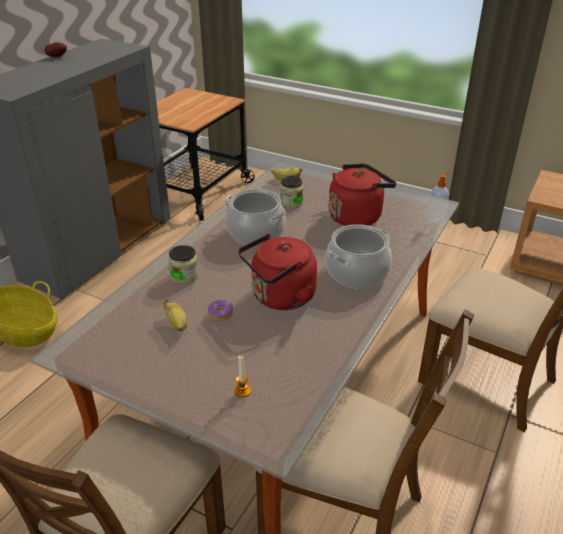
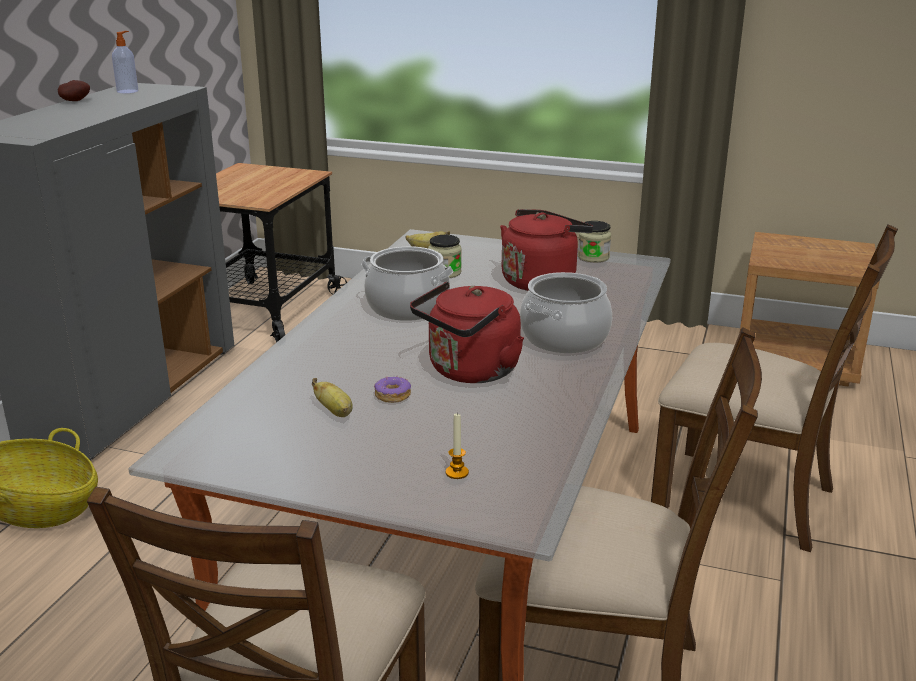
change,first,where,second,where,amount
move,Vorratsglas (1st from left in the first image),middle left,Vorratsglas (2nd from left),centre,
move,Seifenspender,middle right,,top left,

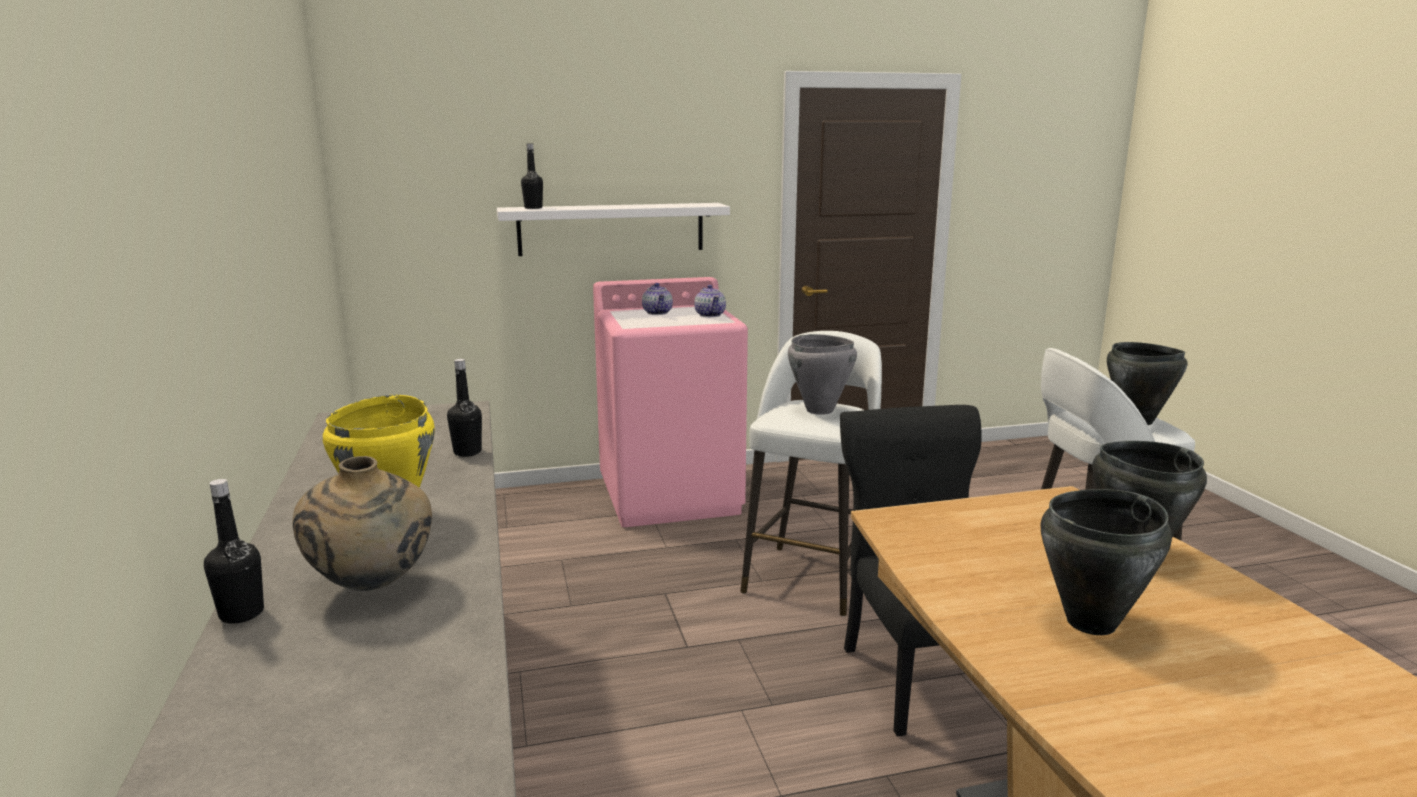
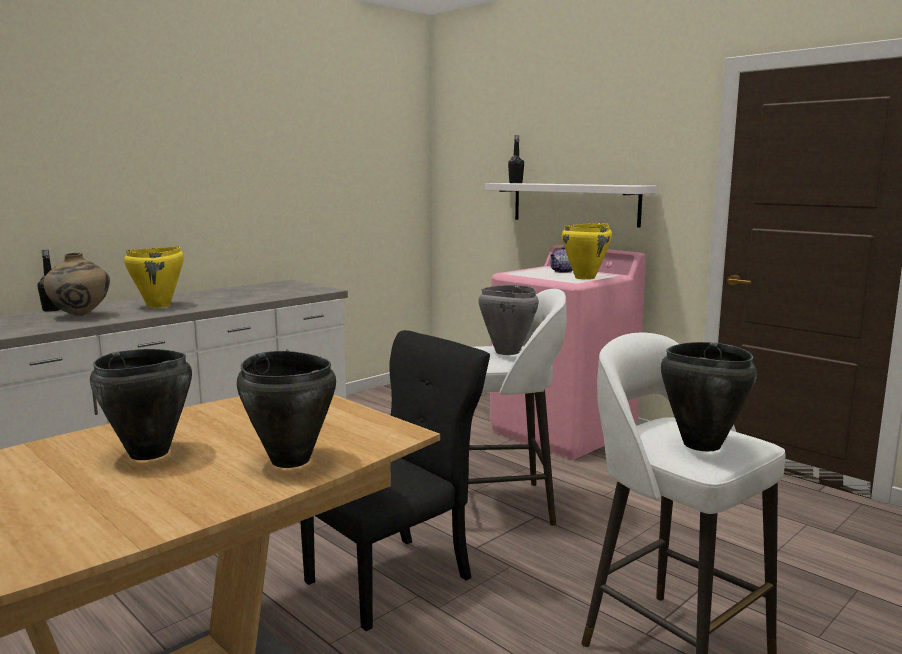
change,first,where,second,where,amount
delete,Flasche/schwarz (2nd from left),middle left,,,
replace,Teekanne (2nd from left),centre,Kochtopf/gelb (2nd from left),centre,

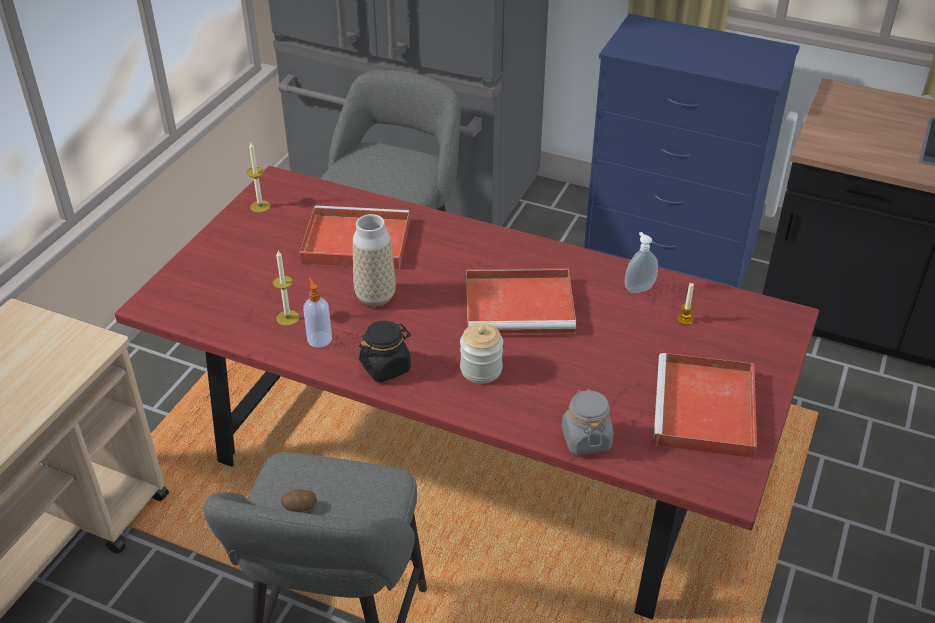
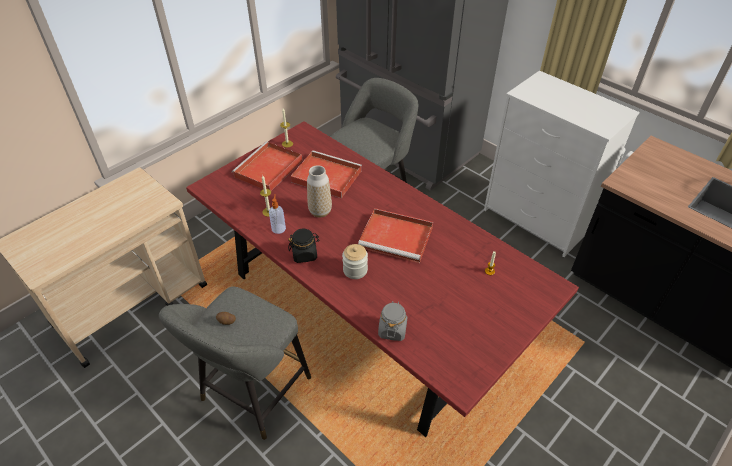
change,first,where,second,where,amount
delete,Seifenspender (2nd from left),middle right,,,
move,Tablett/rot (3rd from left in the first image),middle right,Tablett/rot (1st from left),centre,
recolor,Kommode/blau,top right,Kommode/weiß,middle right,

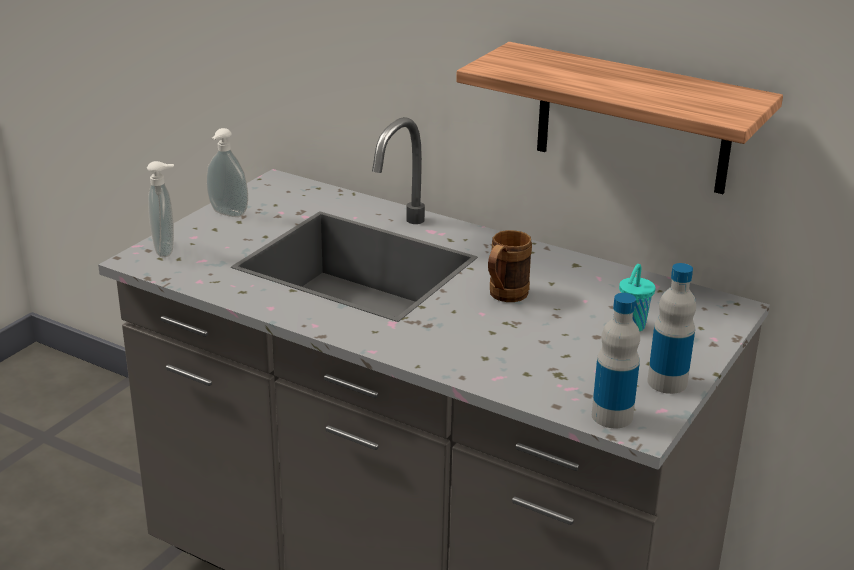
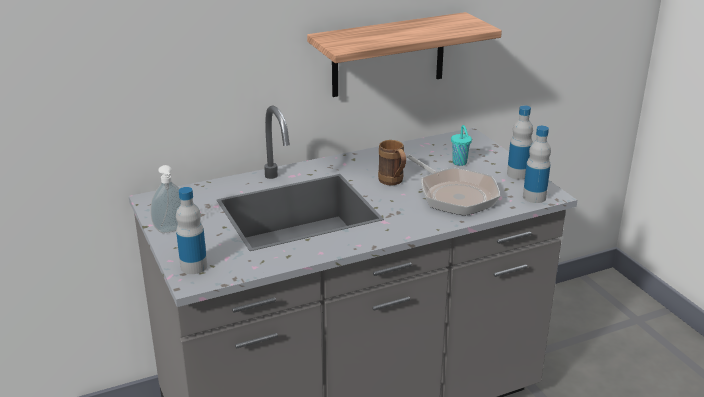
change,first,where,second,where,amount
insert,,,Pfanne,centre,
replace,Seifenspender (1st from left),middle left,Flasche (1st from left),middle left,

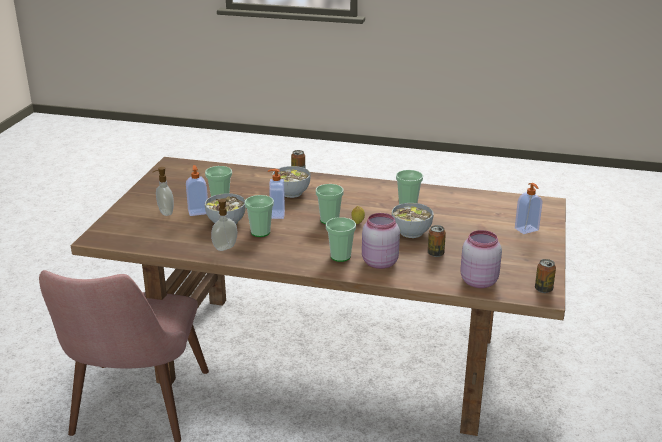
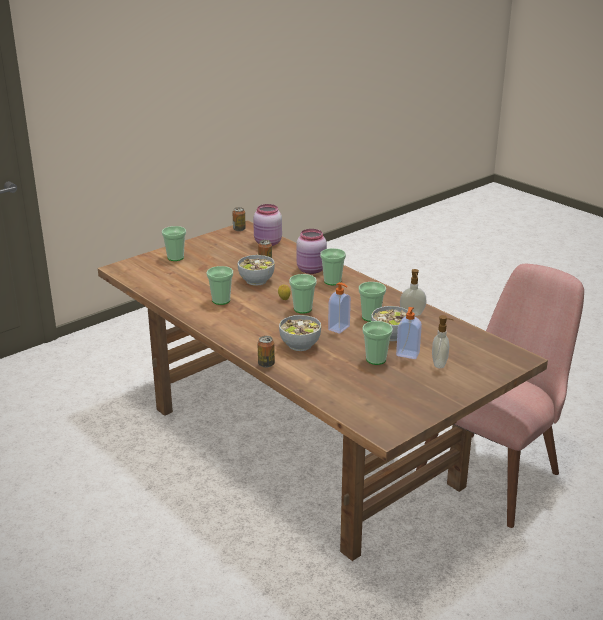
change,first,where,second,where,amount
replace,Seifenspender (5th from left),middle right,Tasse (1st from left),middle left,

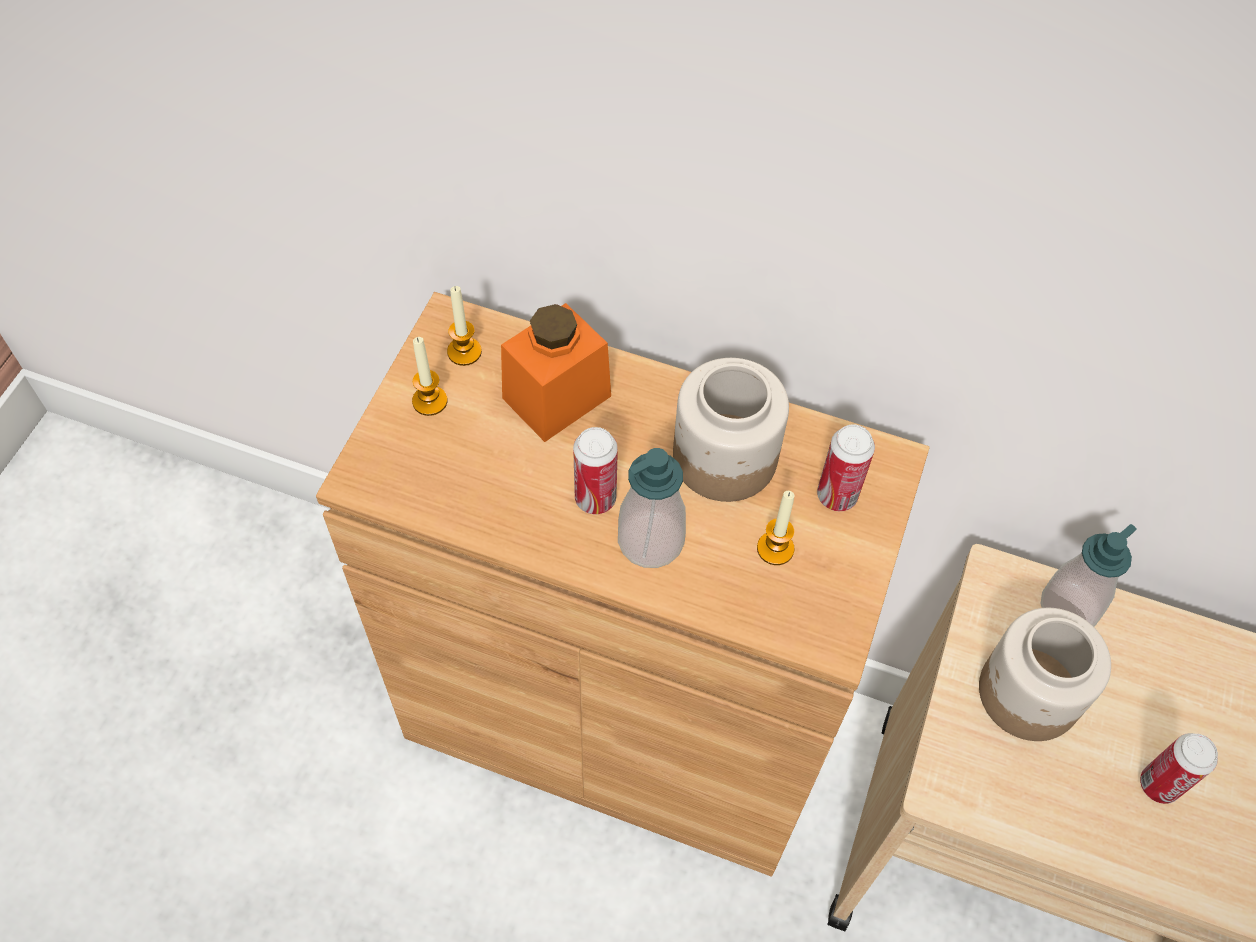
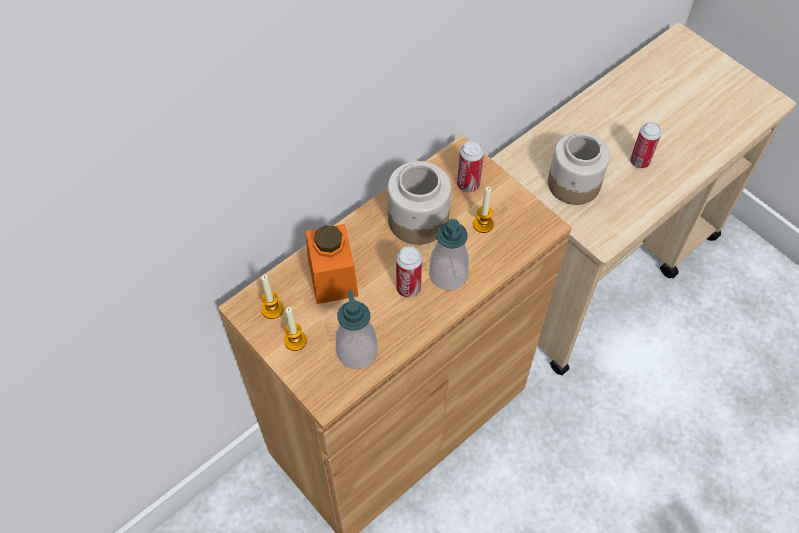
change,first,where,second,where,amount
move,Seifenspender (2nd from left in the first image),middle right,Seifenspender (1st from left),centre,

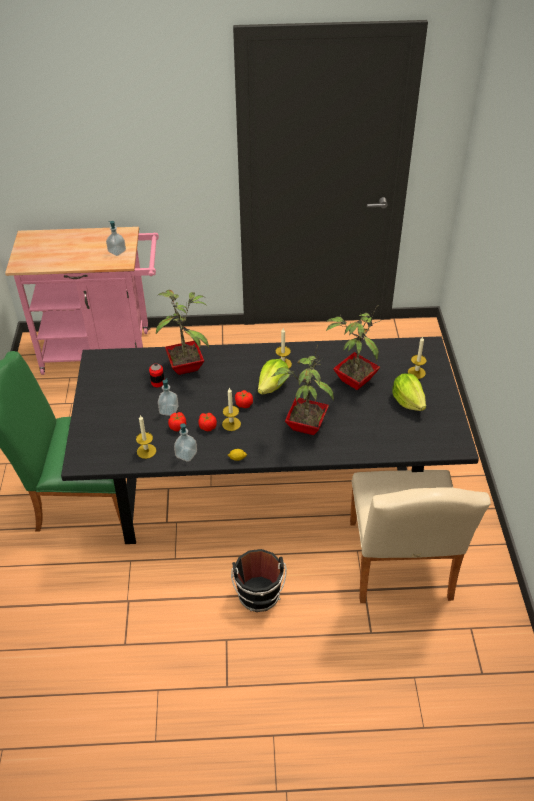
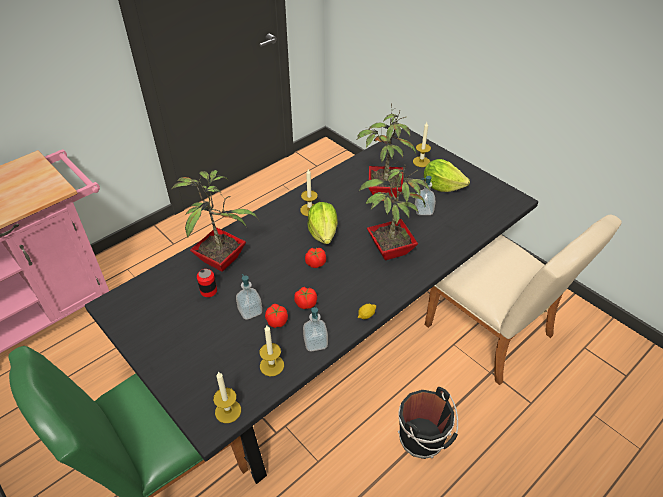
change,first,where,second,where,amount
move,Seifenspender (1st from left in the first image),top left,Seifenspender (3rd from left),centre,
move,Kerze (2nd from left in the first image),centre,Kerze (1st from left),bottom centre,

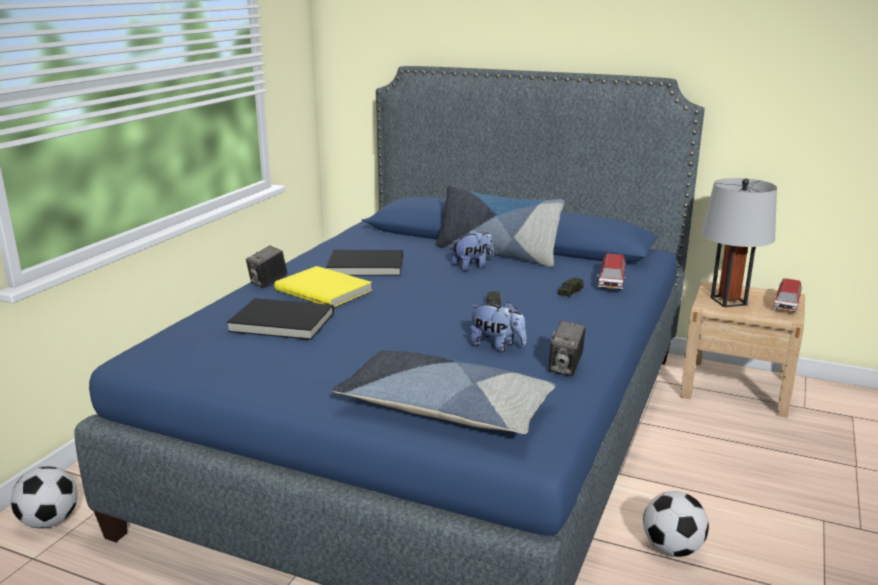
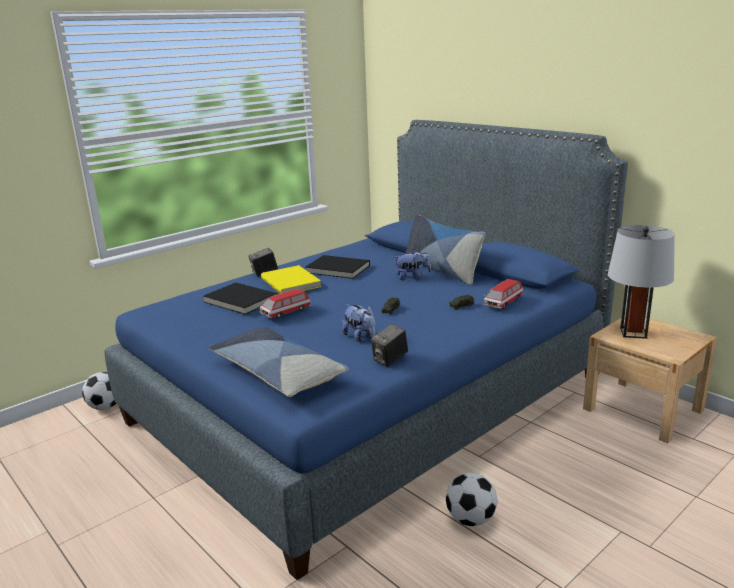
change,first,where,second,where,amount
move,Spielzeugauto (4th from left in the first image),middle right,Spielzeugauto (1st from left),centre,

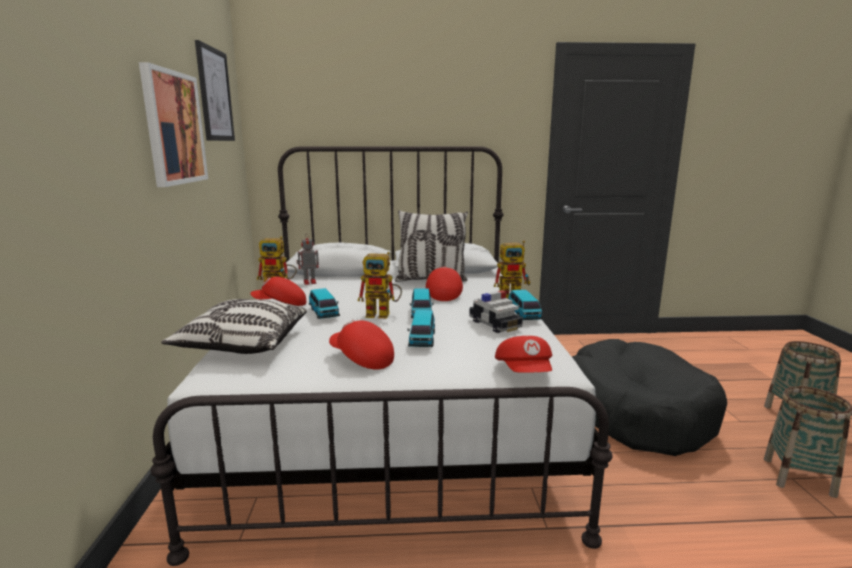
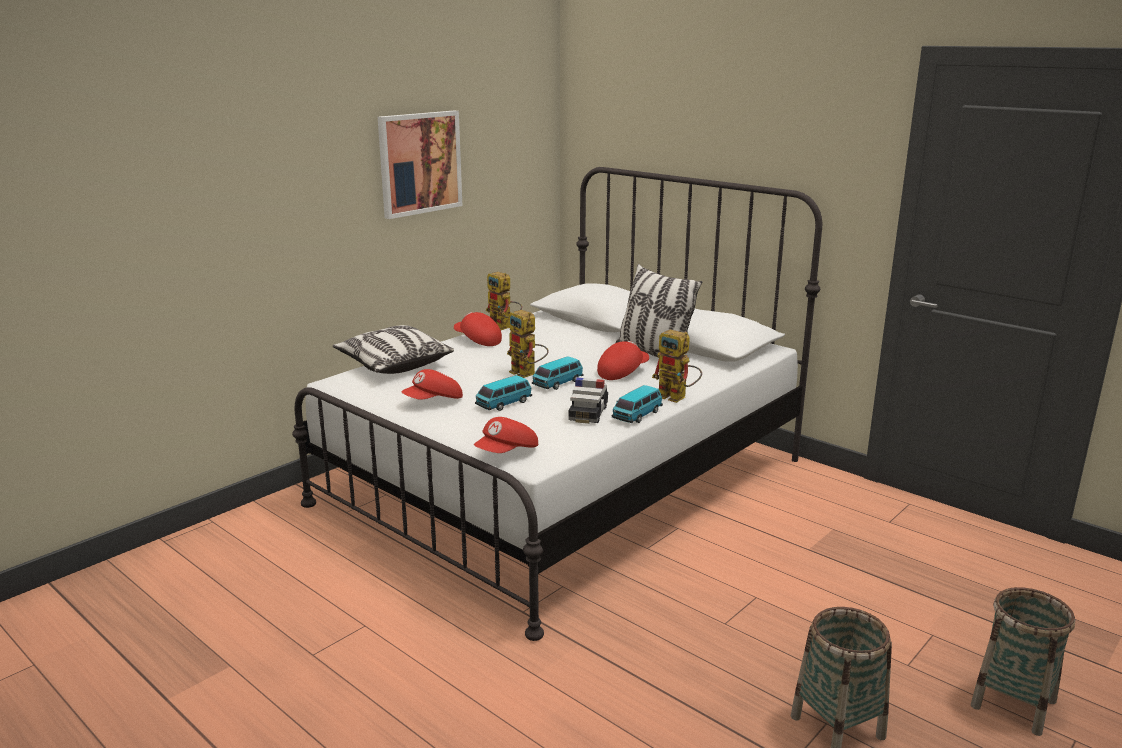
change,first,where,second,where,amount
delete,Bild (2nd from left),top left,,,
delete,Spielzeugroboter (2nd from left),centre,,,
delete,Spielzeugauto (1st from left),centre,,,
delete,Hundebett/schwarz,bottom right,,,
rotate,Kappe/rot (2nd from left in the first image),centre,Kappe/rot (1st from left),centre,120 degrees counterclockwise

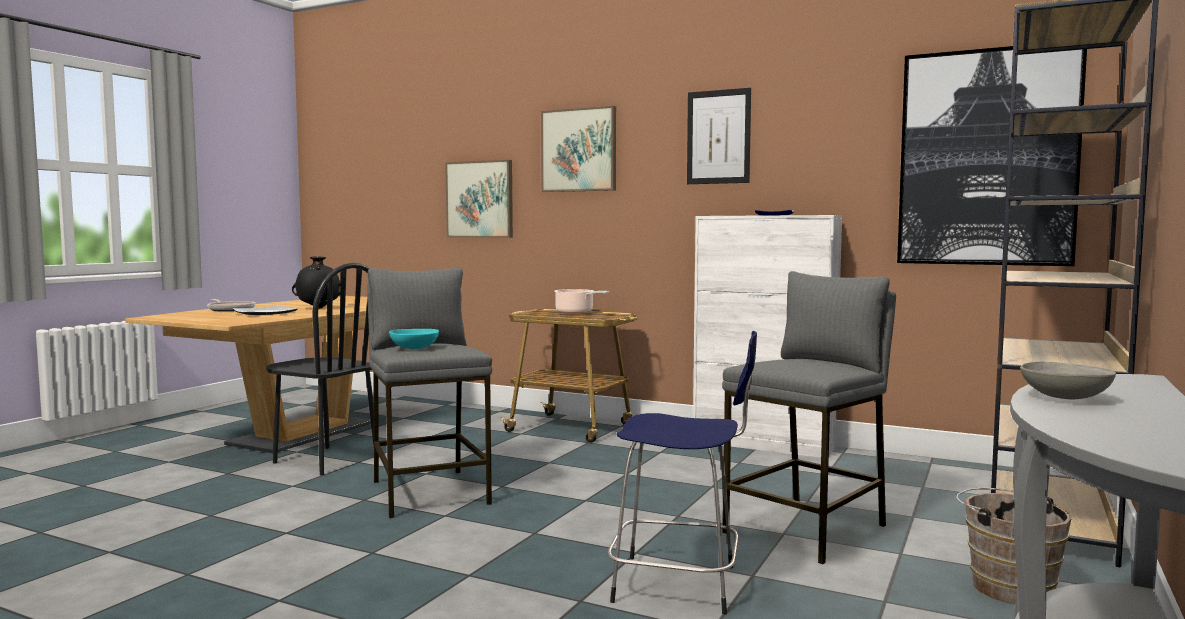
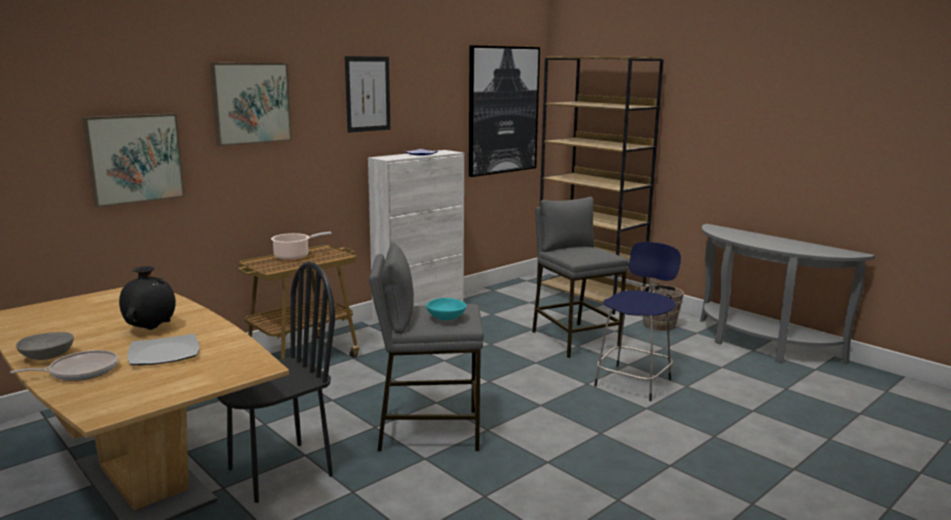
change,first,where,second,where,amount
move,Schüssel/grau,middle right,,middle left,

